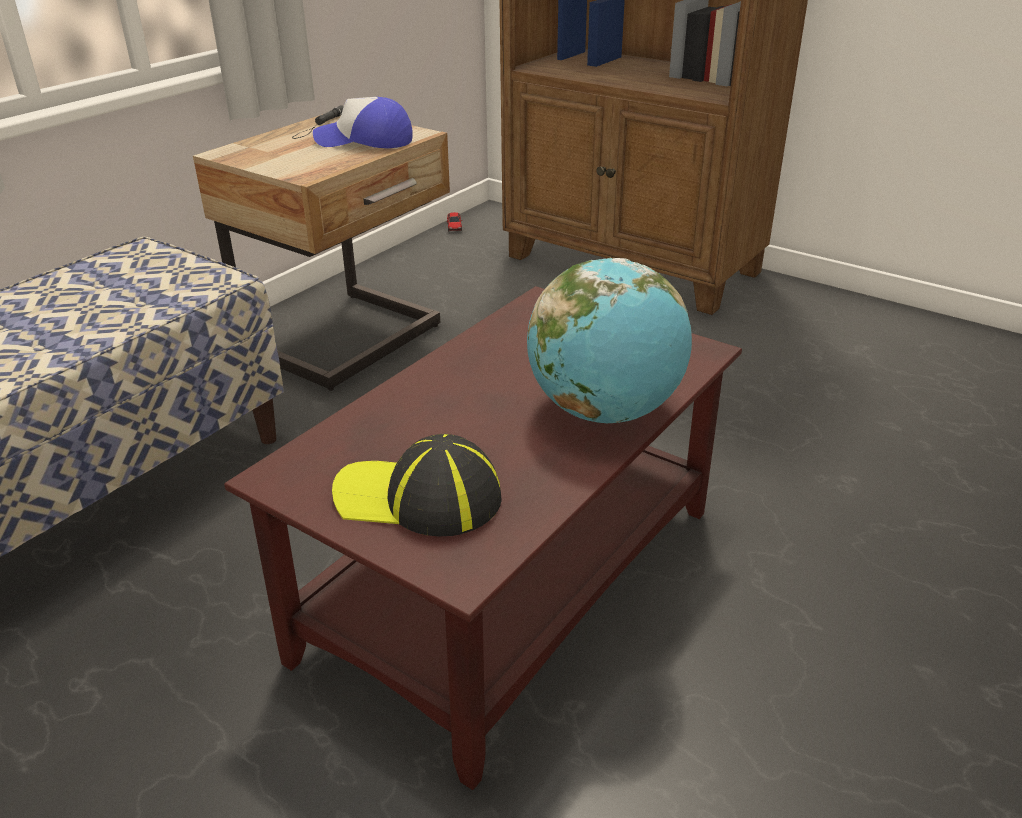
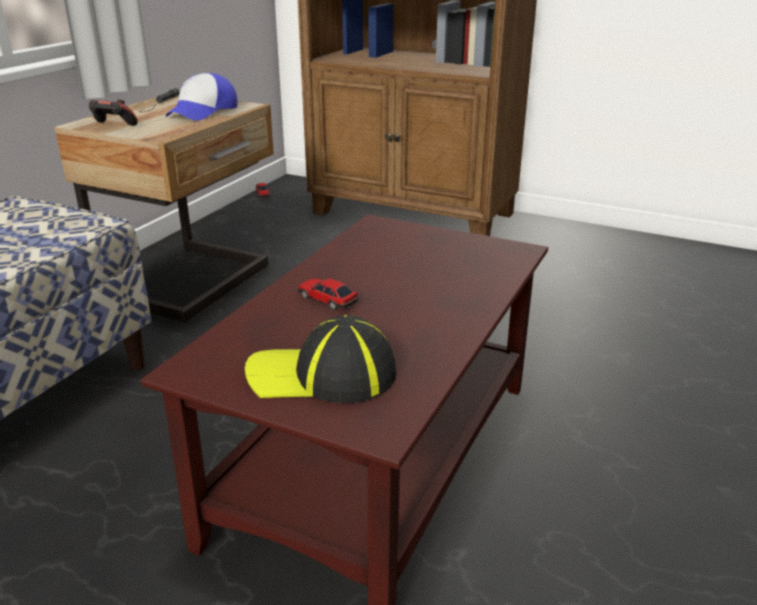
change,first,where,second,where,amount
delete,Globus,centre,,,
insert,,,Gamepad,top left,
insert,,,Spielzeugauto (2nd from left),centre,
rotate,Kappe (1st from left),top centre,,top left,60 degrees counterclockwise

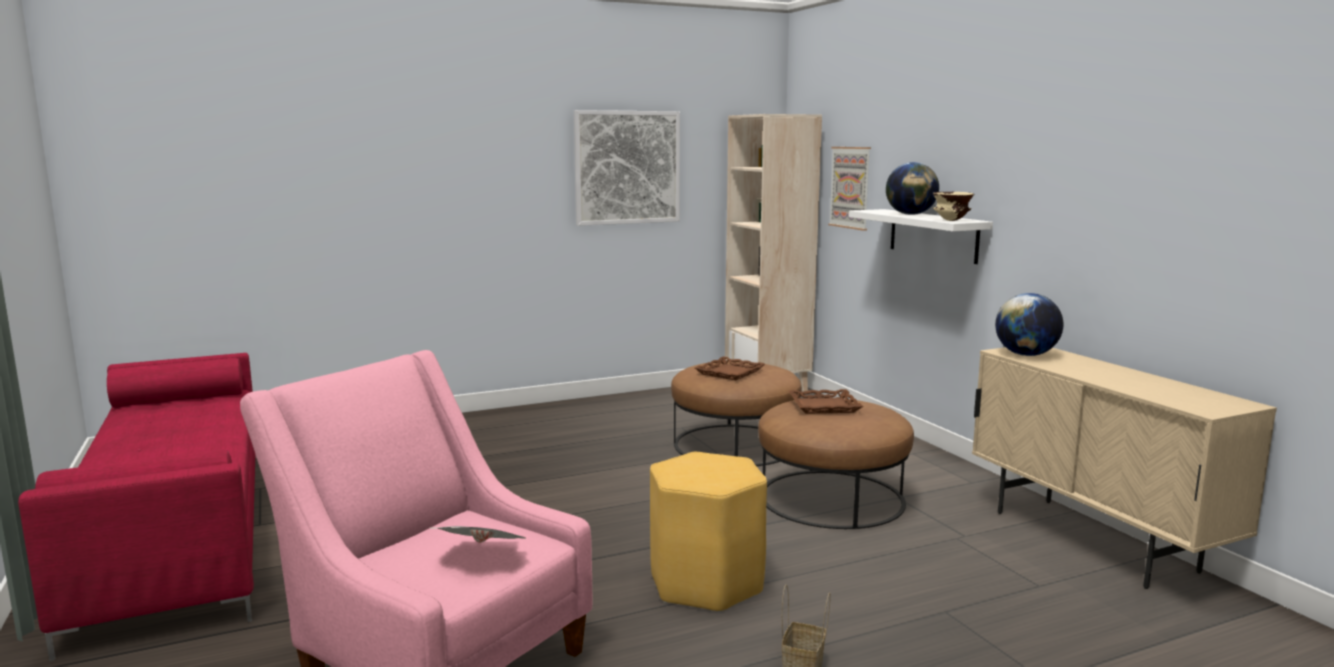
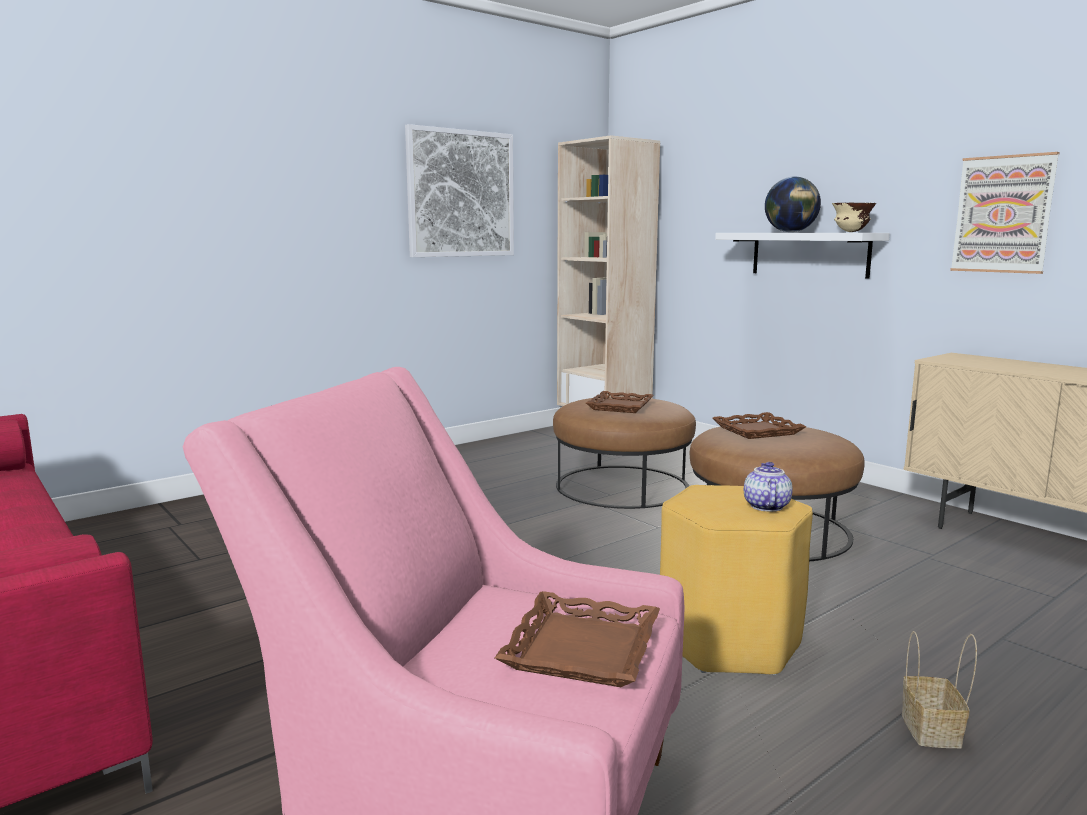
change,first,where,second,where,amount
delete,Globus (2nd from left),middle right,,,
insert,,,Teekanne,middle right,
move,Bild (2nd from left),top centre,,top right,
replace,Zeitung,bottom centre,Tablett/braun (1st from left),bottom centre,

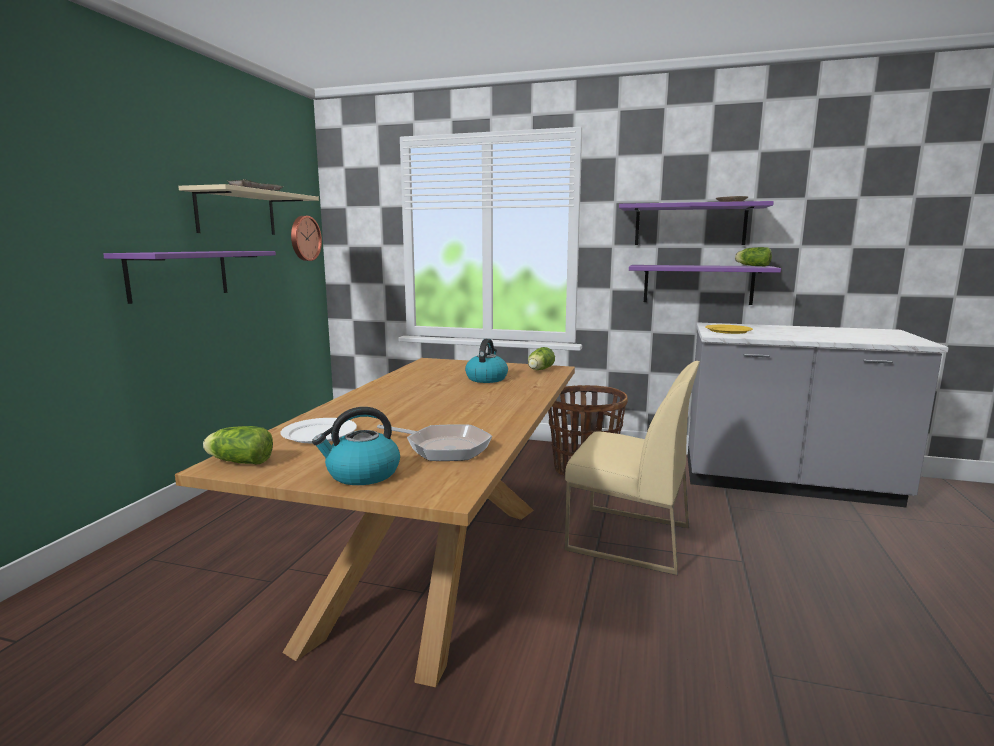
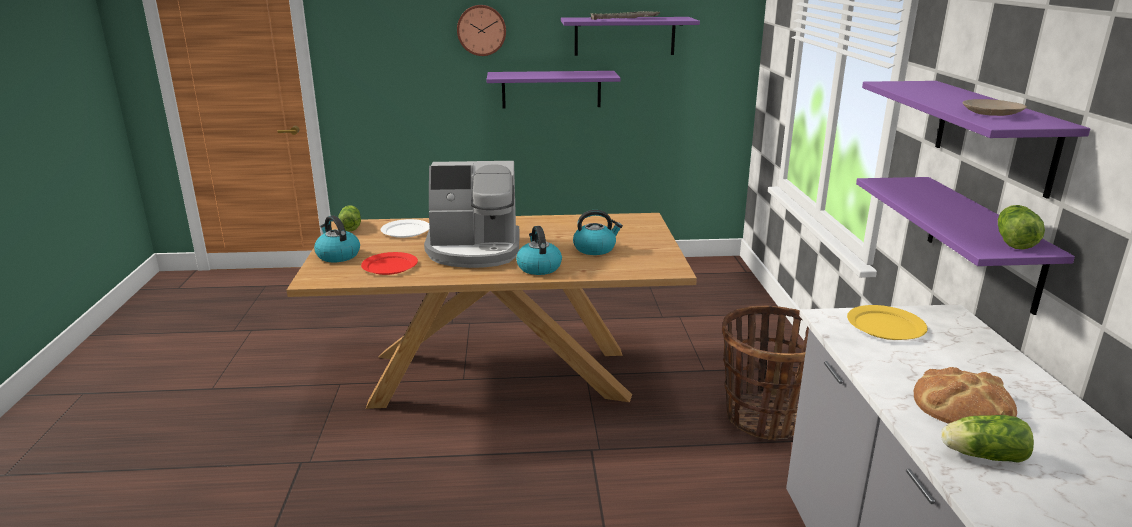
change,first,where,second,where,amount
delete,Stuhl/beige,centre,,,
insert,,,Kaffeemaschine,centre,
insert,,,Wasserkessel (2nd from left),centre,
insert,,,Brot,bottom right,
move,Wanduhr,top left,,top centre,
move,Salatkopf (2nd from left),centre,,bottom right,
replace,Pfanne,centre,Teller/rot,centre,
recolor,Wandregal/beige,top left,Wandregal/lila (2nd from left),top centre,

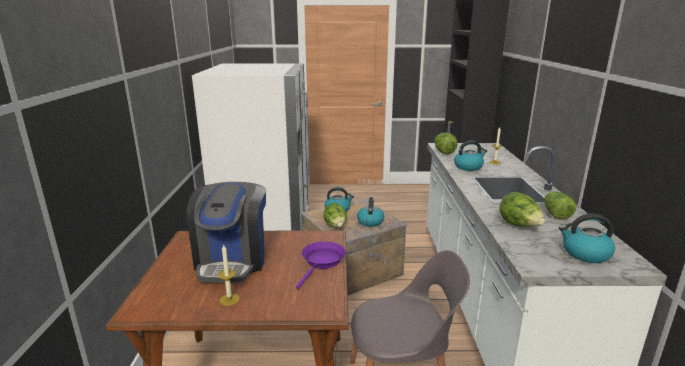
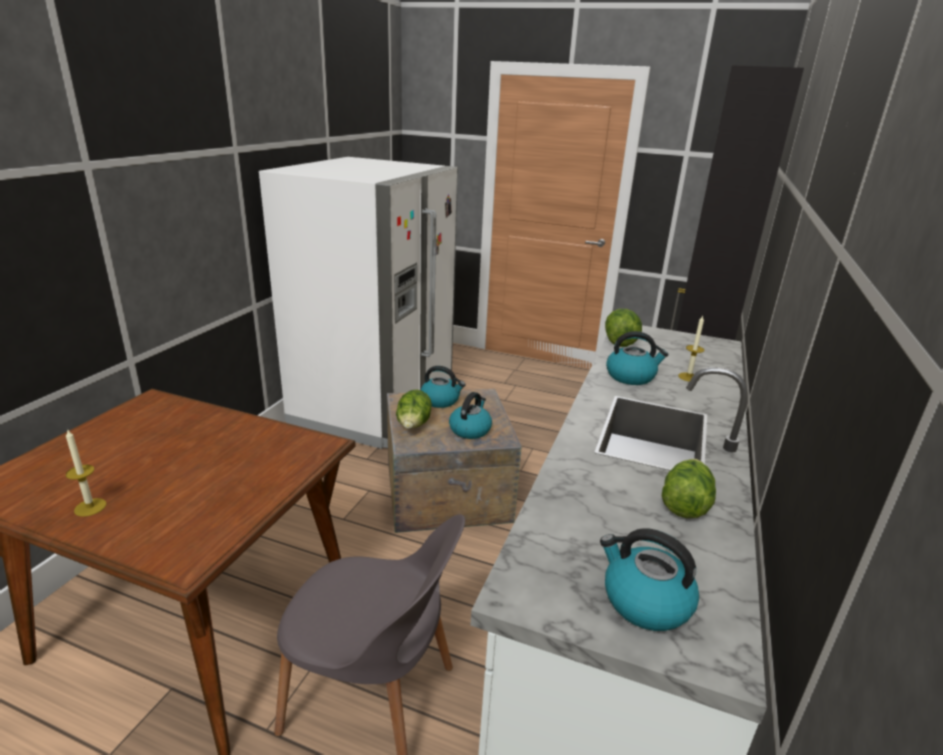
change,first,where,second,where,amount
delete,Kaffeemaschine,middle left,,,
delete,Pfanne/lila,bottom centre,,,
delete,Salatkopf (3rd from left),middle right,,,

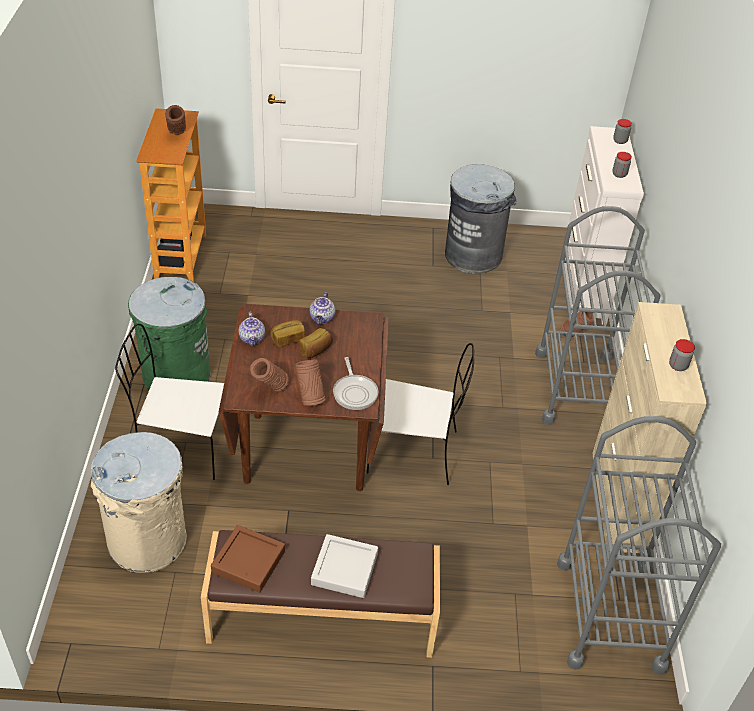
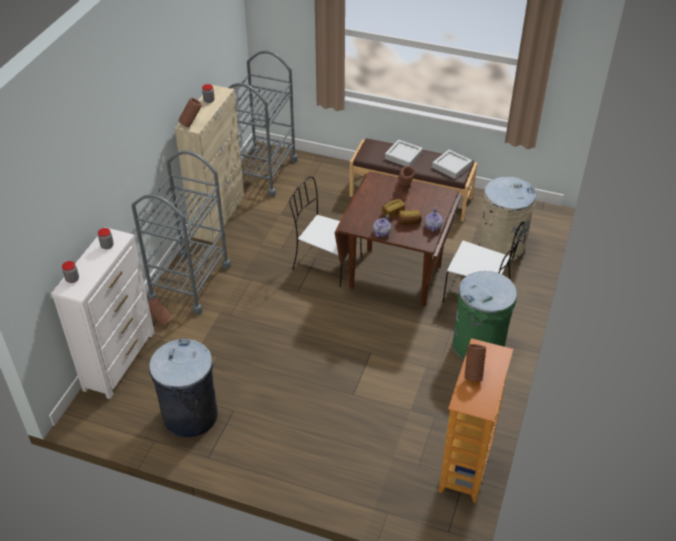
change,first,where,second,where,amount
delete,Pfanne,centre,,,
move,Vase/braun (2nd from left),centre,,top left,
recolor,Tablett/braun,bottom left,Tablett/grau (2nd from left),top right,

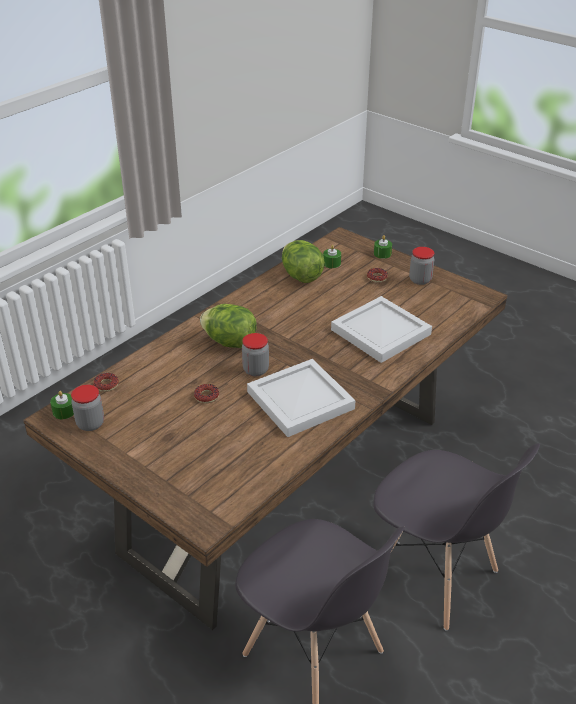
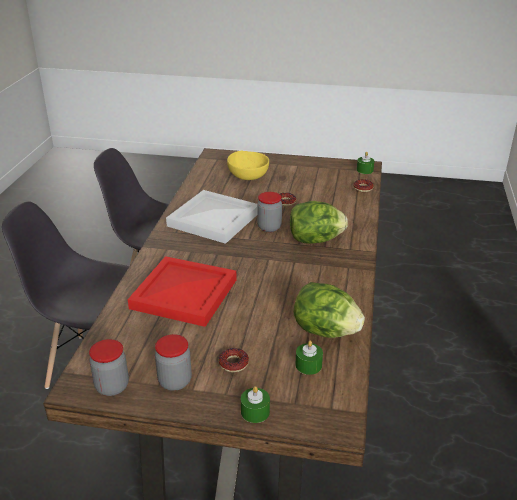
change,first,where,second,where,amount
insert,,,Schüssel/gelb,top centre,
move,Vorratsglas (1st from left),middle left,,bottom left,
recolor,Tablett/weiß (2nd from left),centre,Tablett/rot,centre,

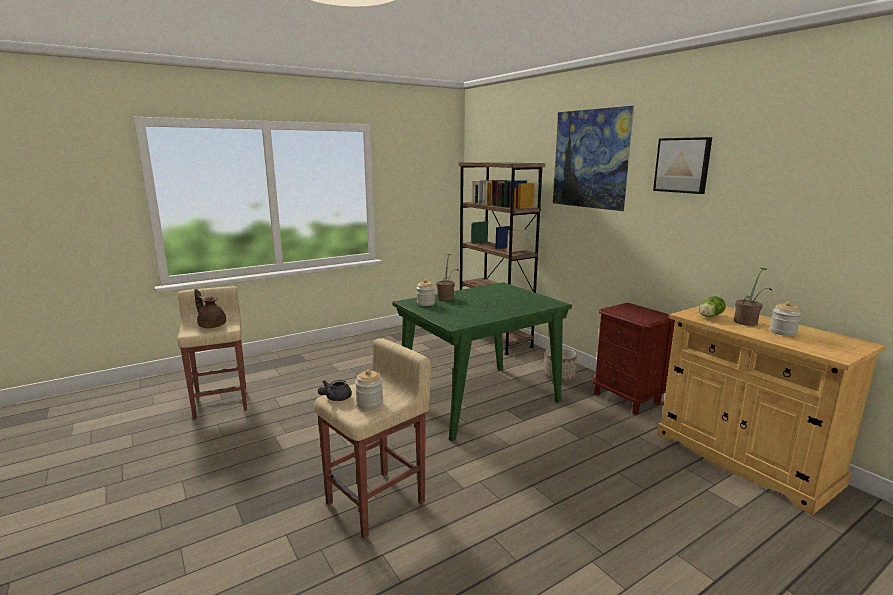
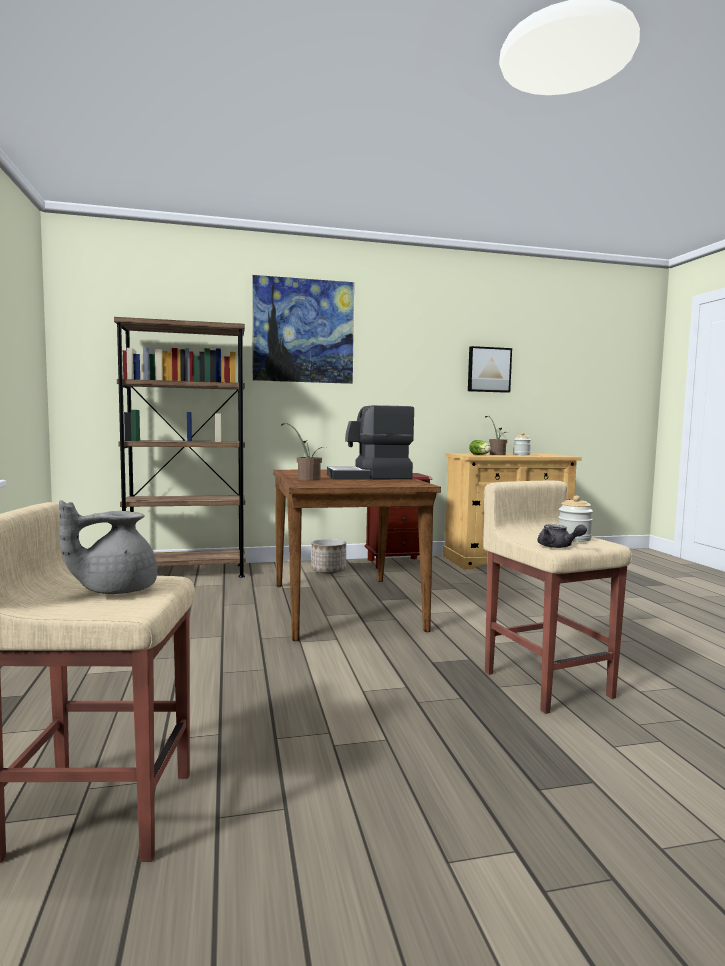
change,first,where,second,where,amount
delete,Vorratsglas (2nd from left),centre,,,
insert,,,Kaffeemaschine,centre,
move,Bild (2nd from left),top right,,middle right,
recolor,Teekanne/braun,middle left,Teekanne/grau (1st from left),middle left,
recolor,Esstisch/grün,centre,Esstisch/braun,centre,

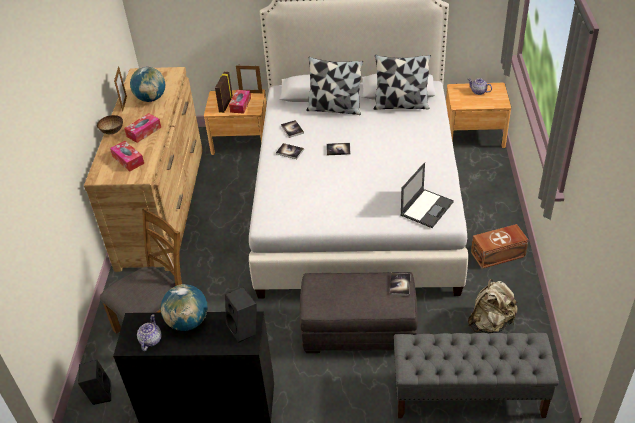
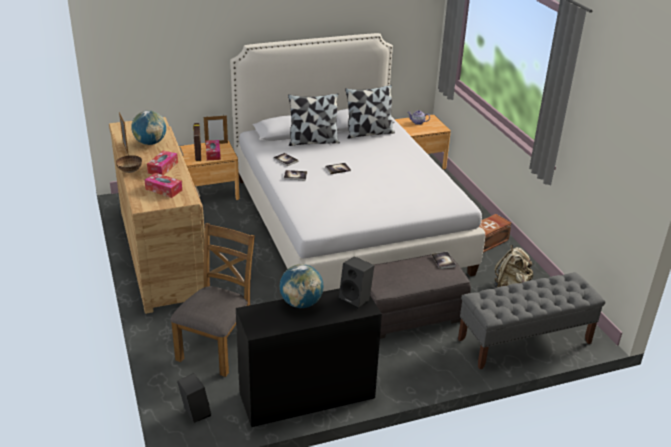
change,first,where,second,where,amount
delete,Teekanne (1st from left),bottom left,,,
delete,Laptop,middle right,,,

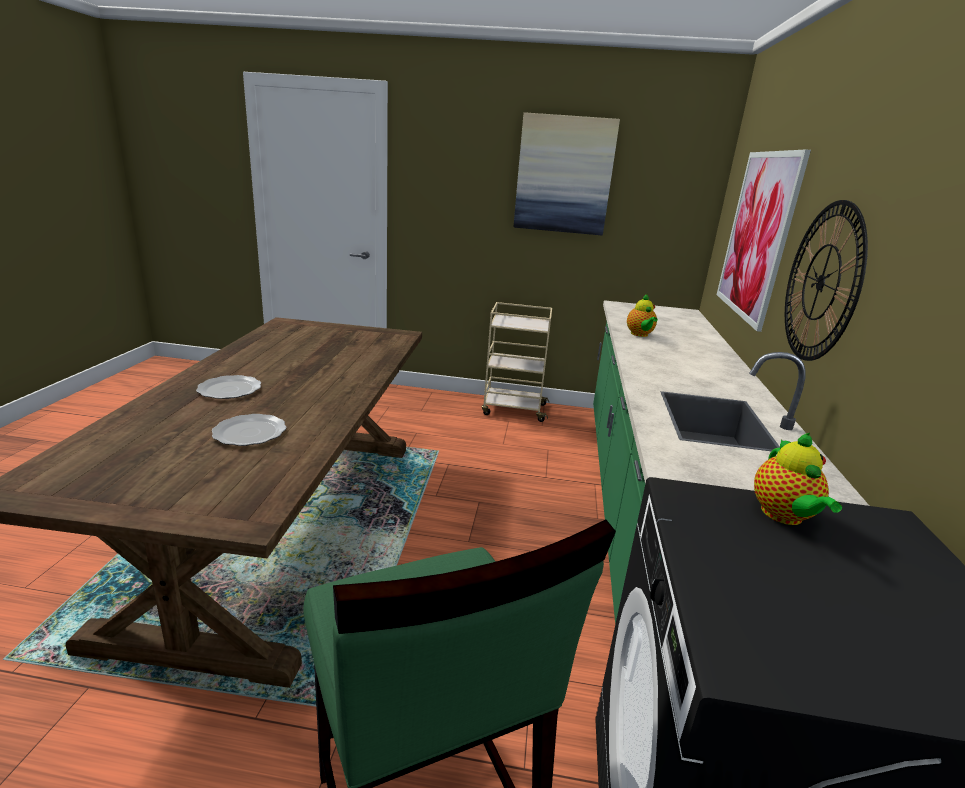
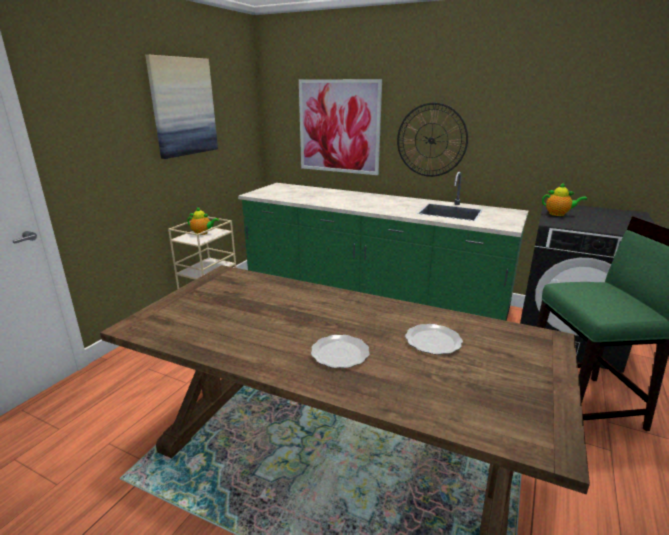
change,first,where,second,where,amount
move,Teekanne (1st from left),centre,,middle left,

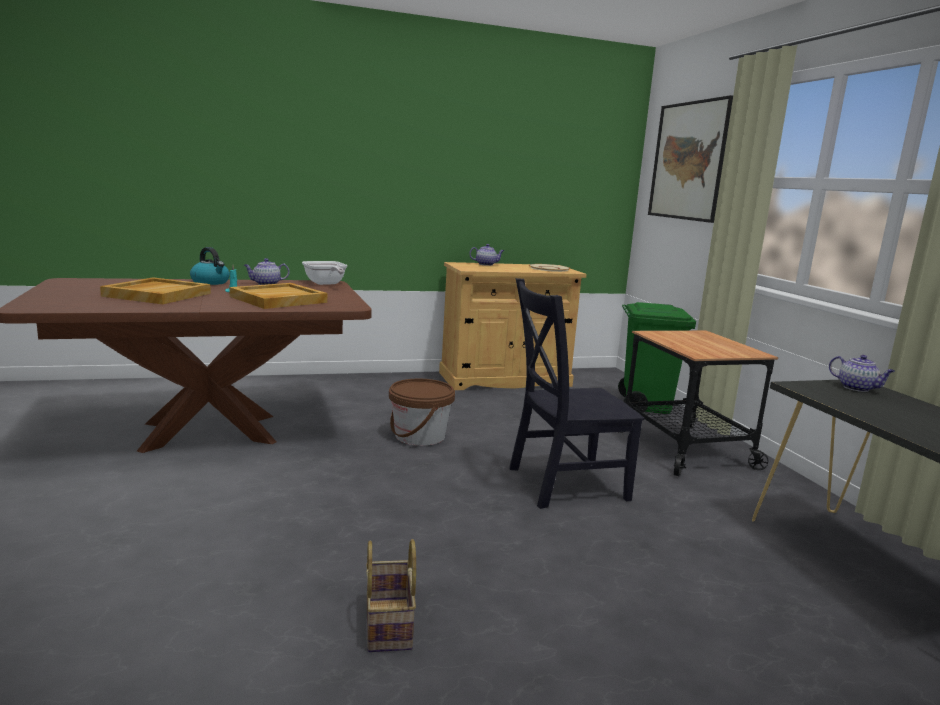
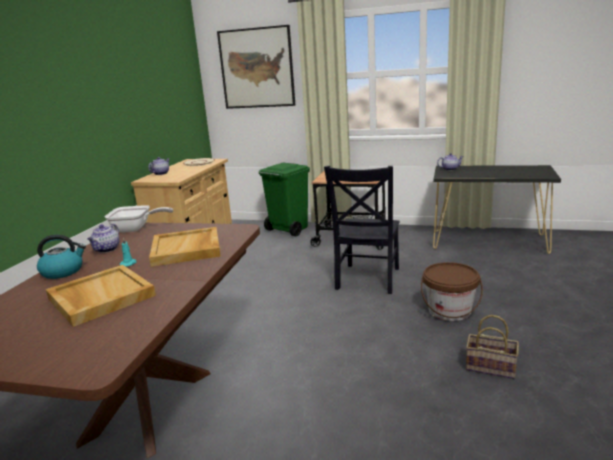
change,first,where,second,where,amount
move,Eimer/braun,centre,,middle right,

